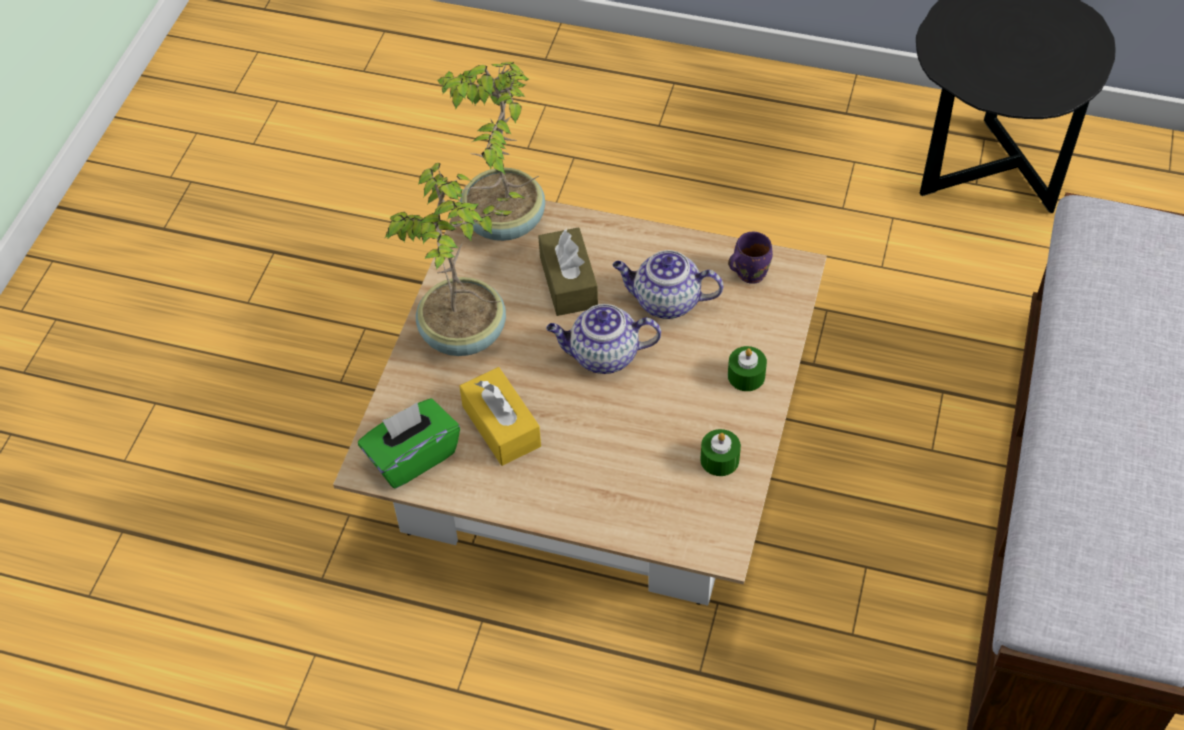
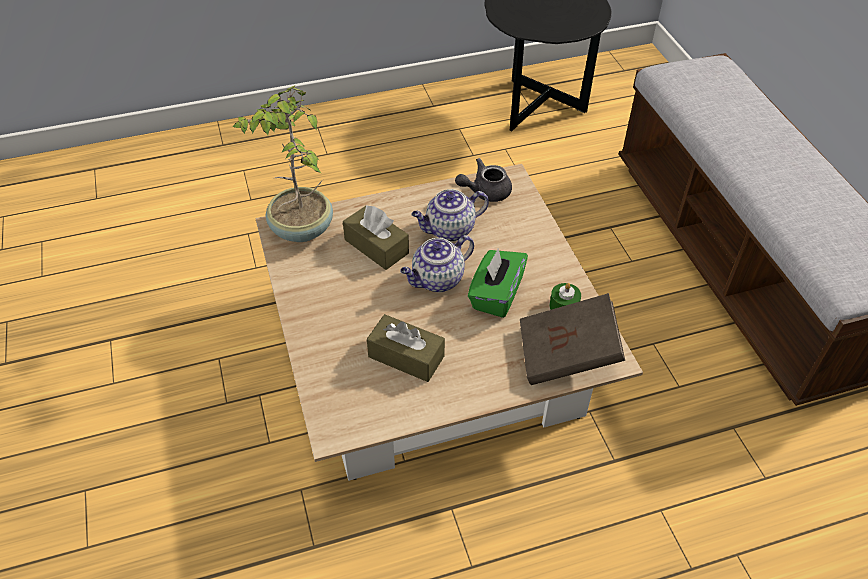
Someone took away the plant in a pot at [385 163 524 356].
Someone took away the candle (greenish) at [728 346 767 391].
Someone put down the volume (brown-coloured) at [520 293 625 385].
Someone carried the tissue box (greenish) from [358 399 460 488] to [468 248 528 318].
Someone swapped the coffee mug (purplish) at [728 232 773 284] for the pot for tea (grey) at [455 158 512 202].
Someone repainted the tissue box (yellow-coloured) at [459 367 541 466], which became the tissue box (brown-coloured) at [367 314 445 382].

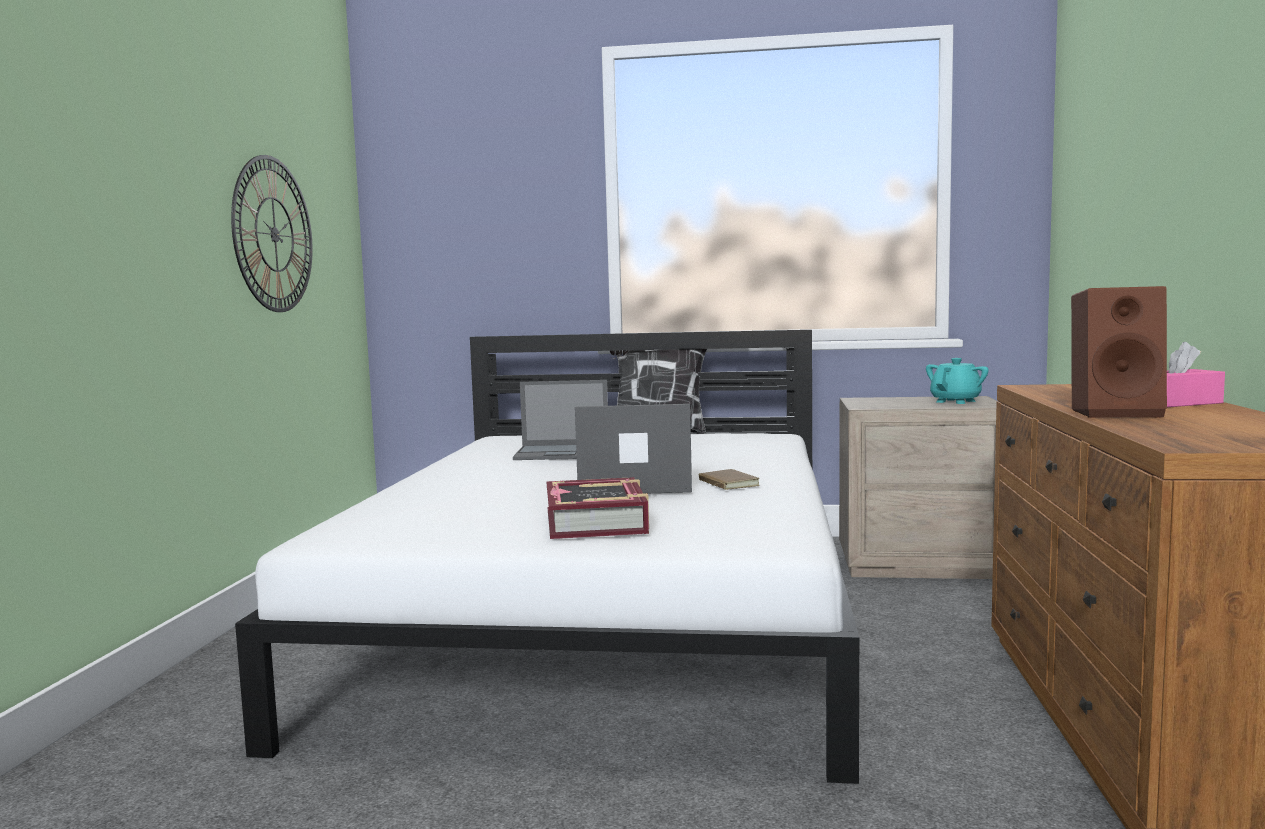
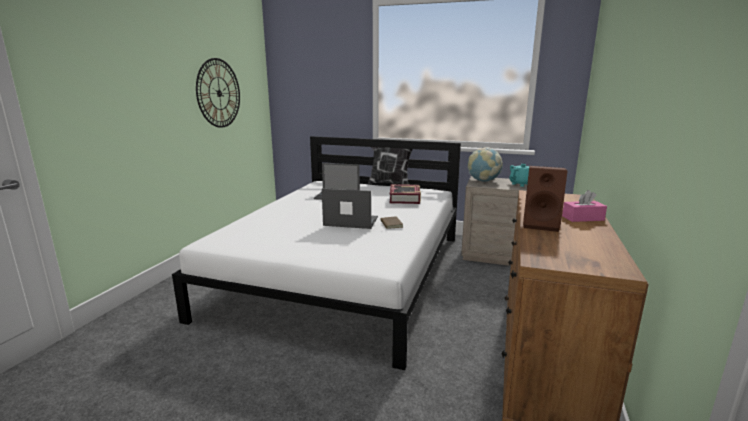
Someone put down the desk globe at [468 147 503 181].
Someone carried the volume from [547 477 649 539] to [389 184 421 204].

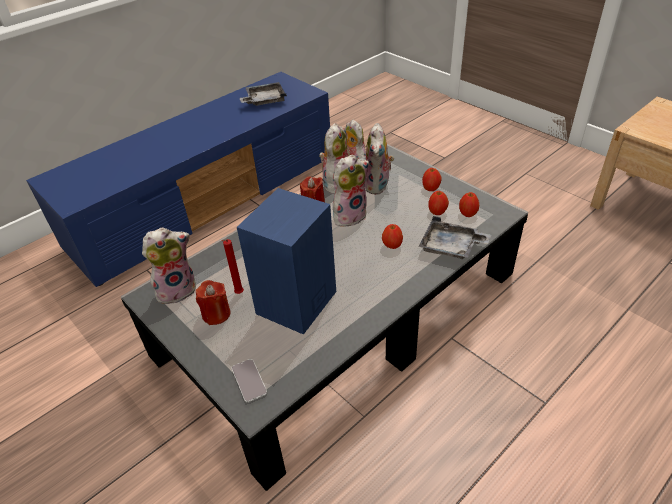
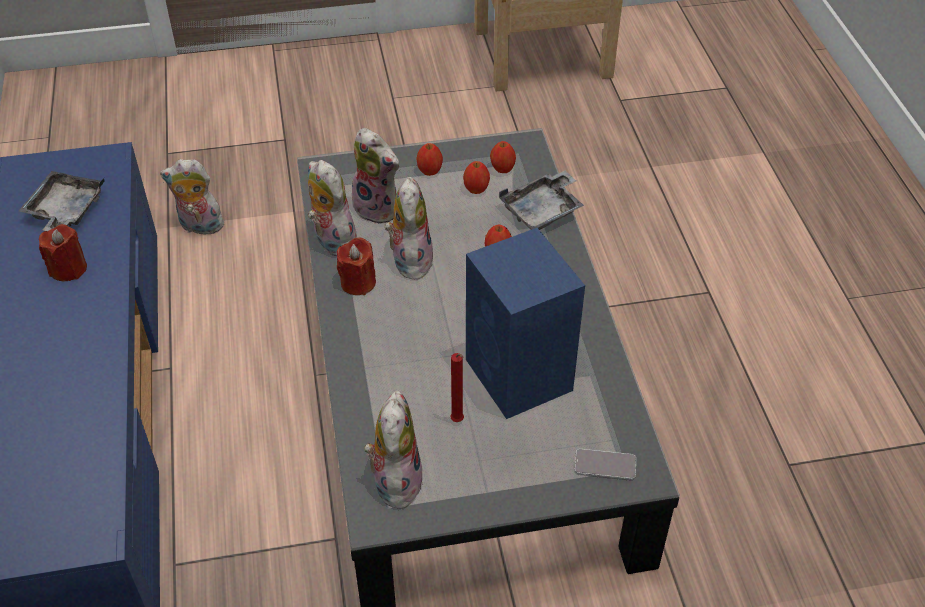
Someone carried the candle (red) from [196 280 230 325] to [39 224 87 281].

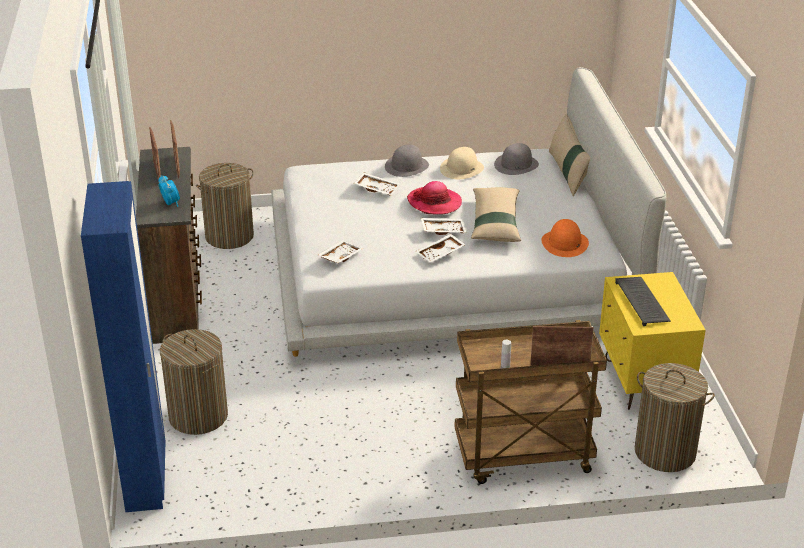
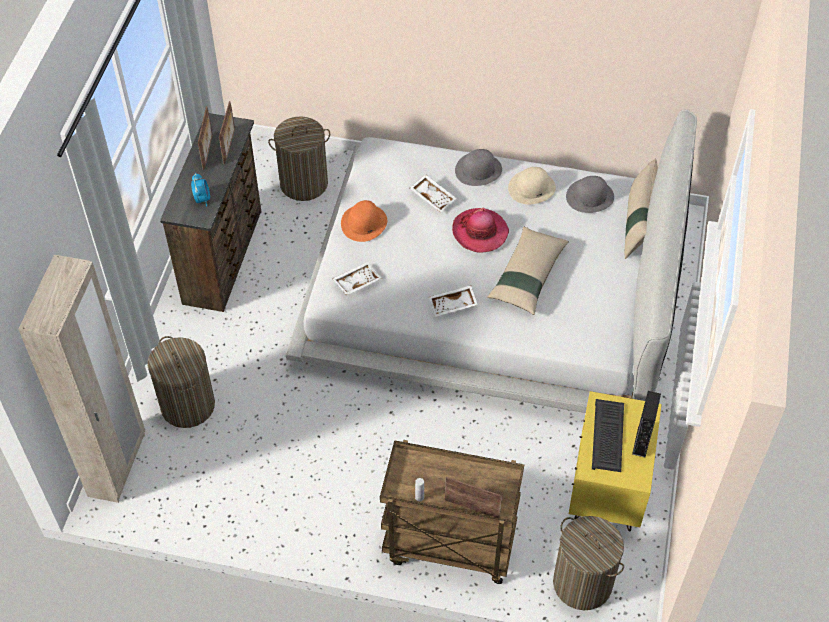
Someone took away the carrying tray (whitish) at [421 218 466 235].
Someone put down the loudspeaker (blackish) at [632 391 661 457].
Someone carried the wearable hat (orangey) from [542 219 589 257] to [341 200 387 242].
Someone repainted the armoire (blue-coloured) at [81 181 165 512], which became the armoire (sand-coloured) at [18 255 145 503].

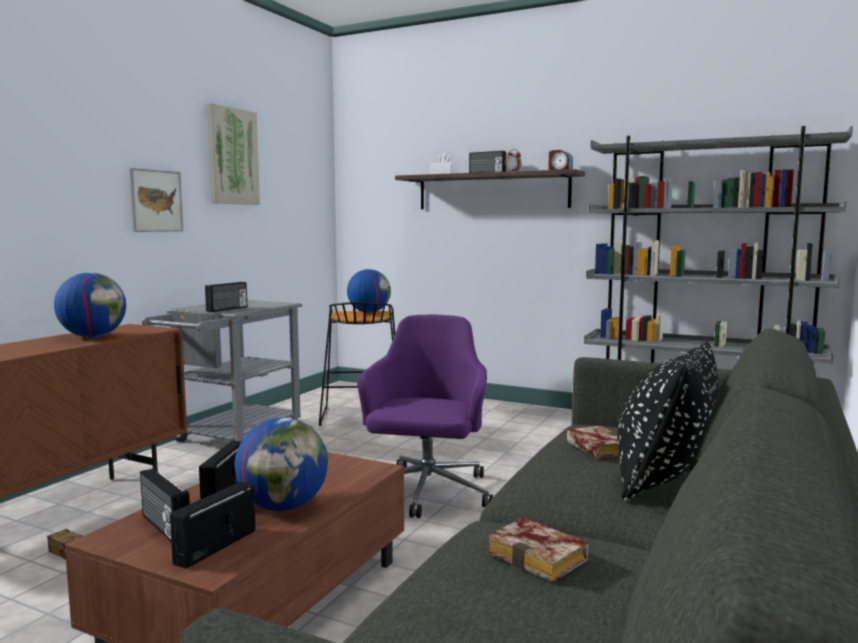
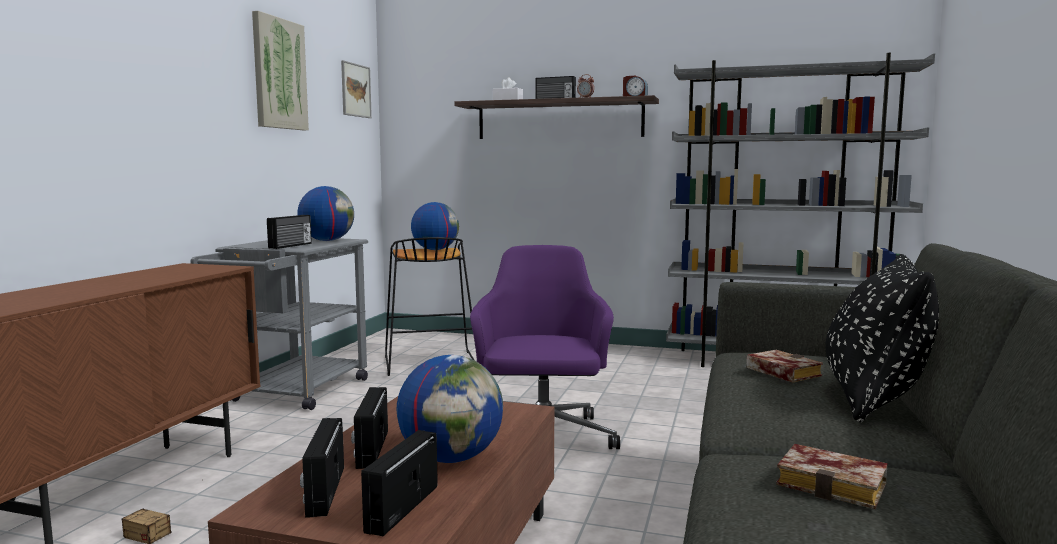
Someone carried the desk globe from [54 273 126 338] to [298 186 354 241].
Someone carried the wall picture from [129 168 183 232] to [341 60 372 118].
Someone rotated the radio set at [140 468 190 541] by 45 degrees clockwise.

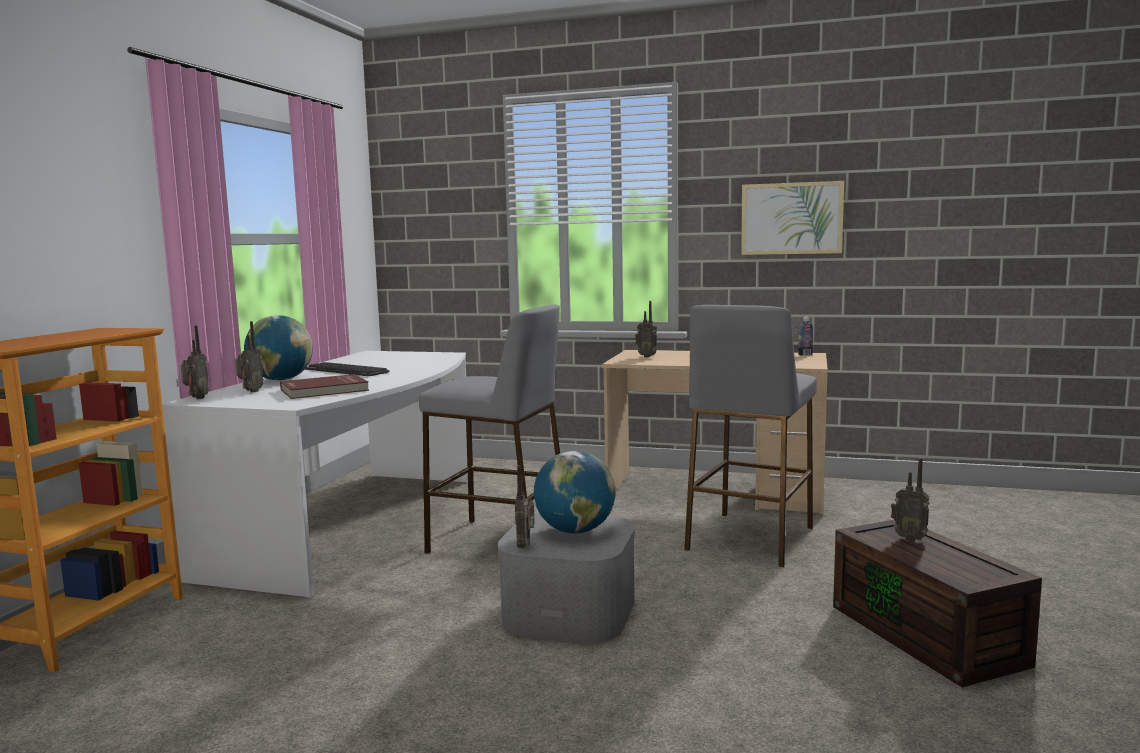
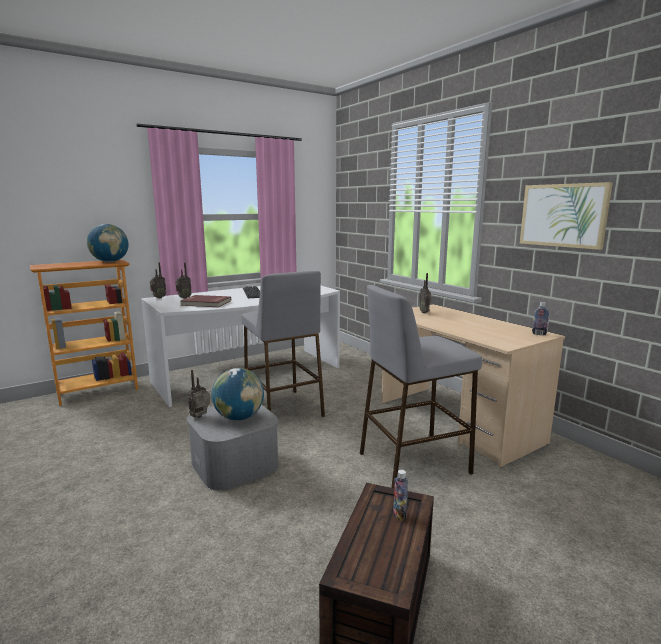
Someone carried the desk globe from [244 315 313 380] to [87 224 129 262].
Someone swapped the radio set at [891 458 930 541] for the bottle at [393 470 408 521].

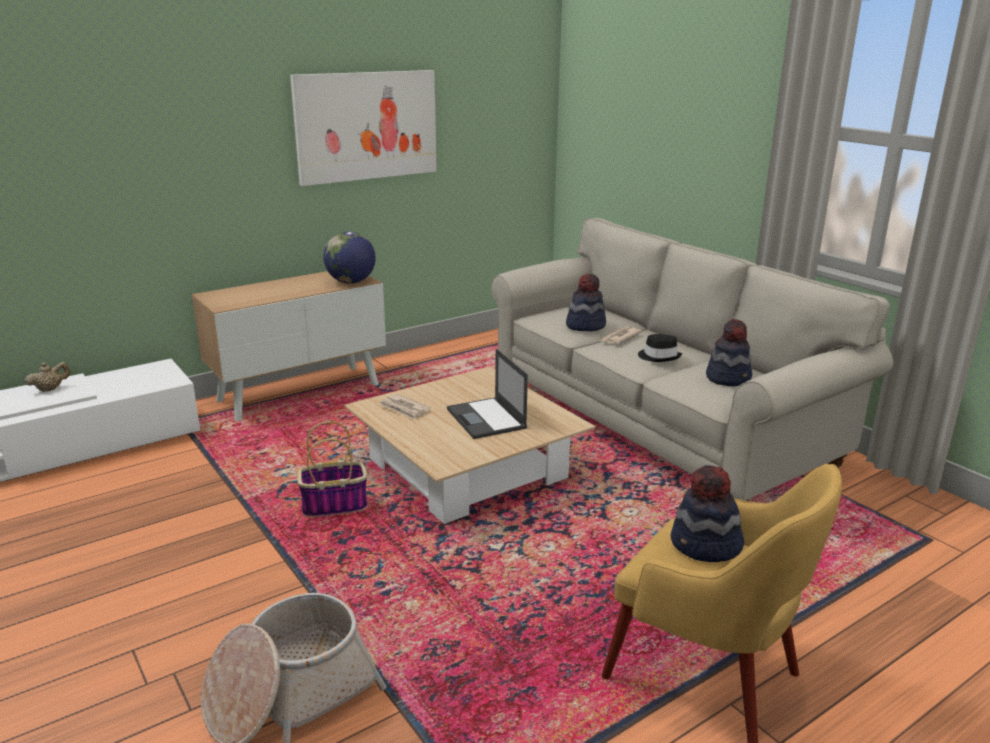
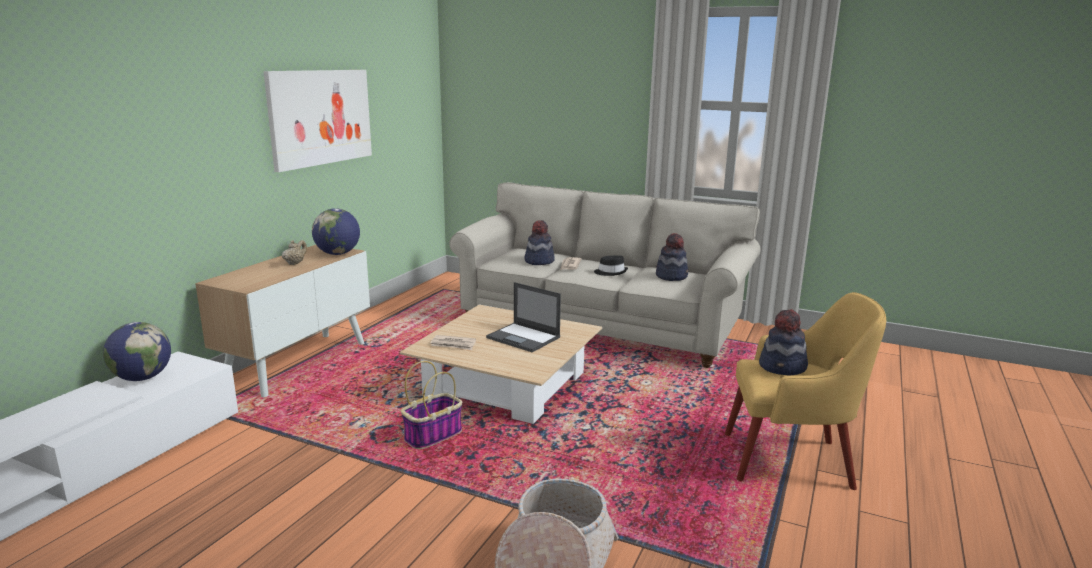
Someone put down the desk globe at [103 322 171 381].
Someone carried the pot for tea (sand-coloured) from [25 362 70 392] to [282 240 307 265].

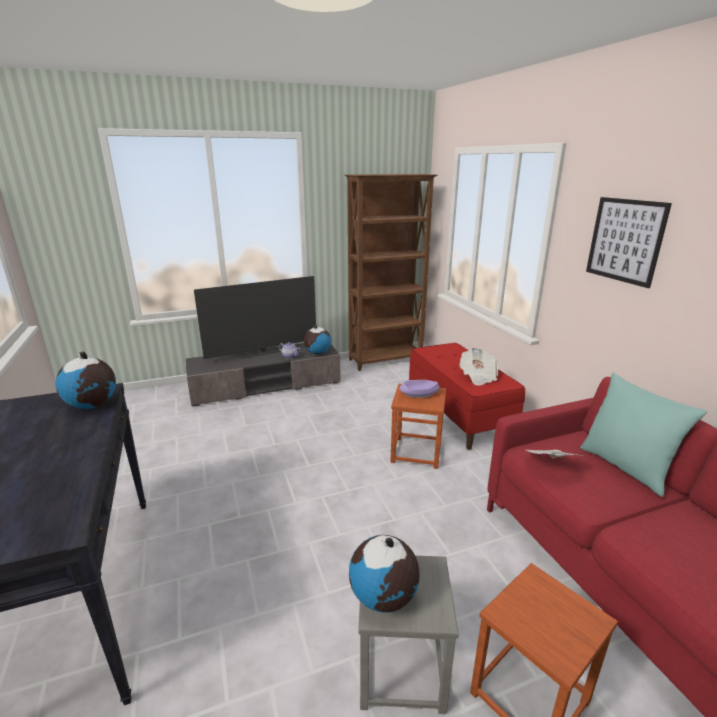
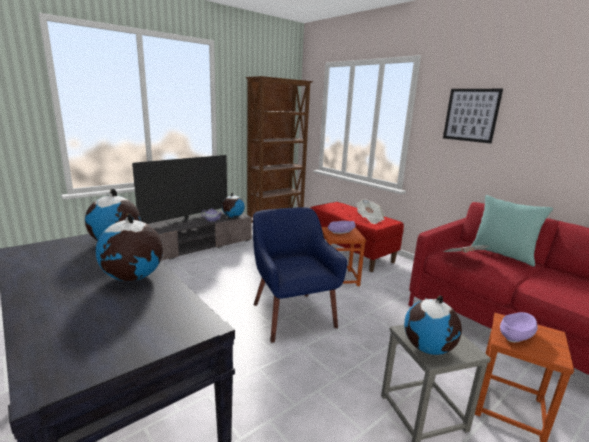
Someone put down the desk globe at [96 213 163 281].
Someone put down the lounge chair (blue-coloured) at [253 207 347 343].
Someone put down the deep dish (purplish) at [500 312 538 342].

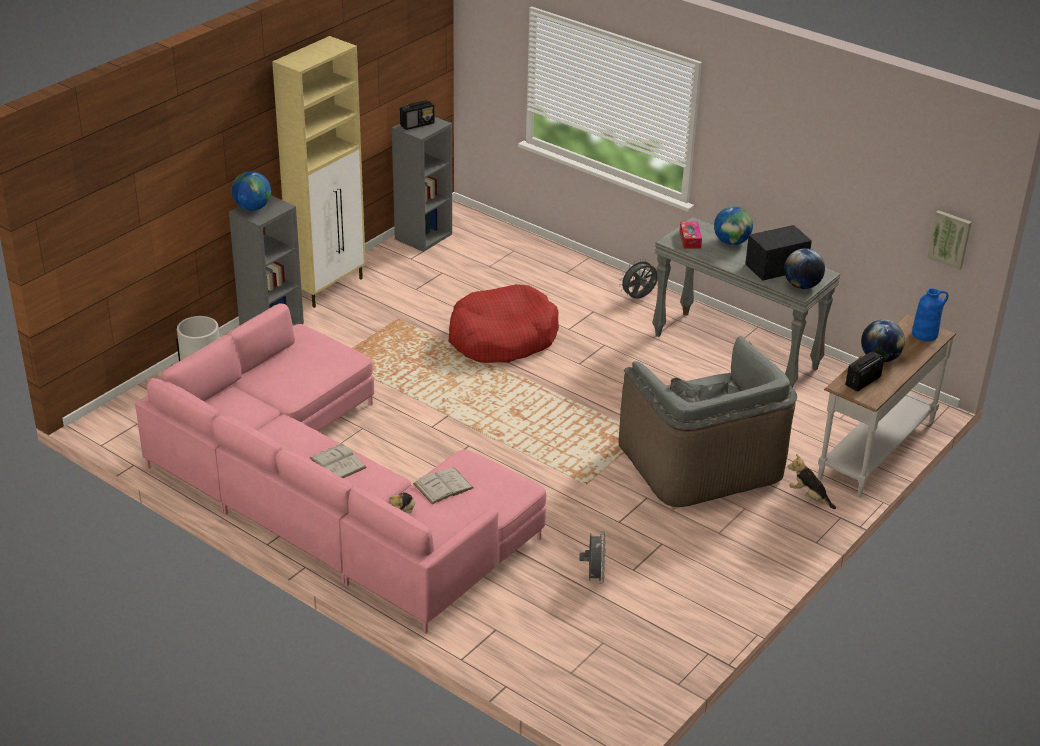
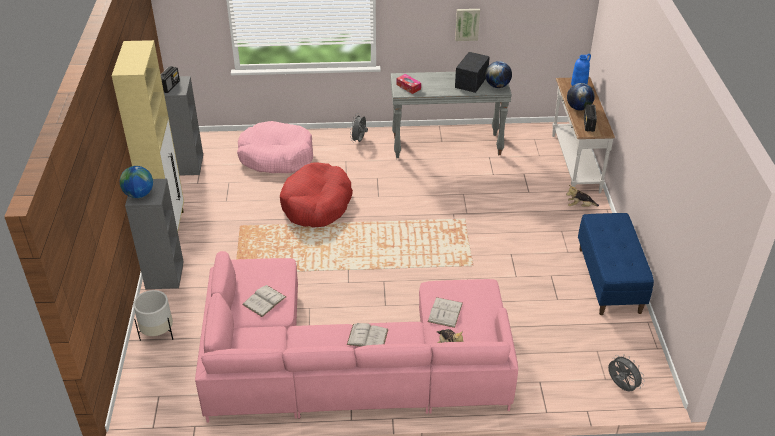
Someone took away the lounge chair (grey) at [618 336 797 510].
Someone took away the desk globe at [714 206 753 245].
Someone put down the pet bed (pinkish) at [237 121 313 173].
Someone put down the volume (whitish) at [242 285 286 317].
Someone put down the bench (blue-coloured) at [578 213 654 315].
Someone carried the fan (grey) from [579 531 605 584] to [608 354 645 391].
Someone carried the wall picture from [927 210 972 270] to [455 9 480 41].

